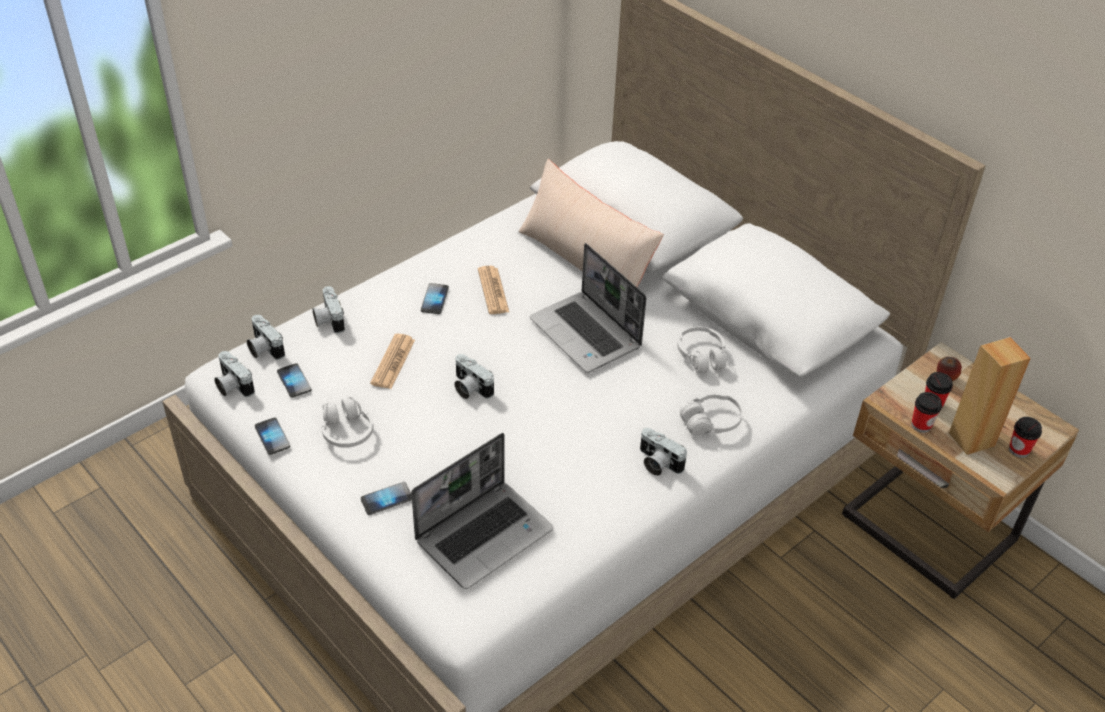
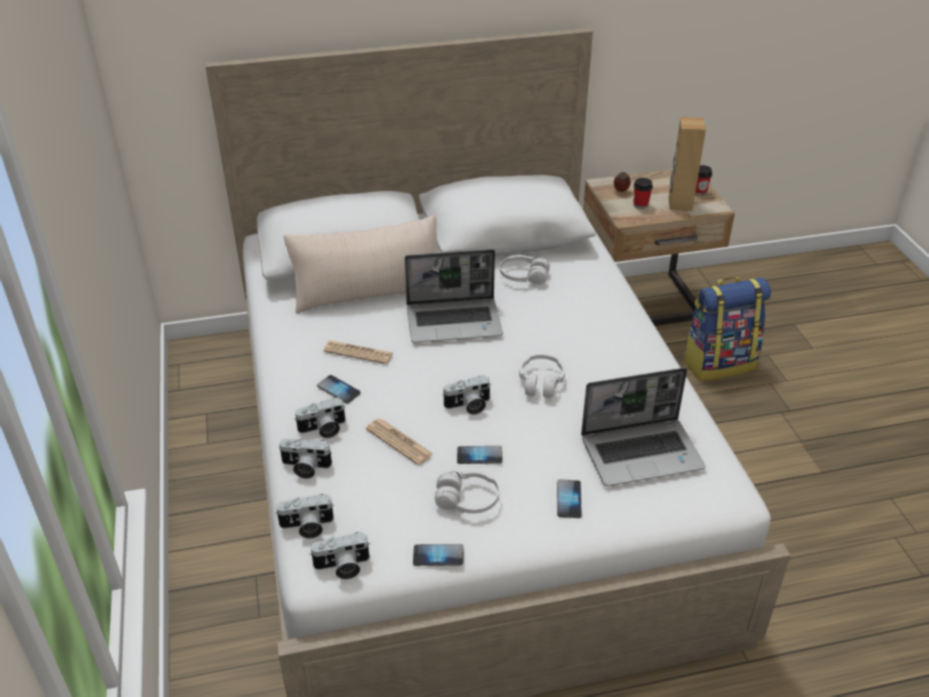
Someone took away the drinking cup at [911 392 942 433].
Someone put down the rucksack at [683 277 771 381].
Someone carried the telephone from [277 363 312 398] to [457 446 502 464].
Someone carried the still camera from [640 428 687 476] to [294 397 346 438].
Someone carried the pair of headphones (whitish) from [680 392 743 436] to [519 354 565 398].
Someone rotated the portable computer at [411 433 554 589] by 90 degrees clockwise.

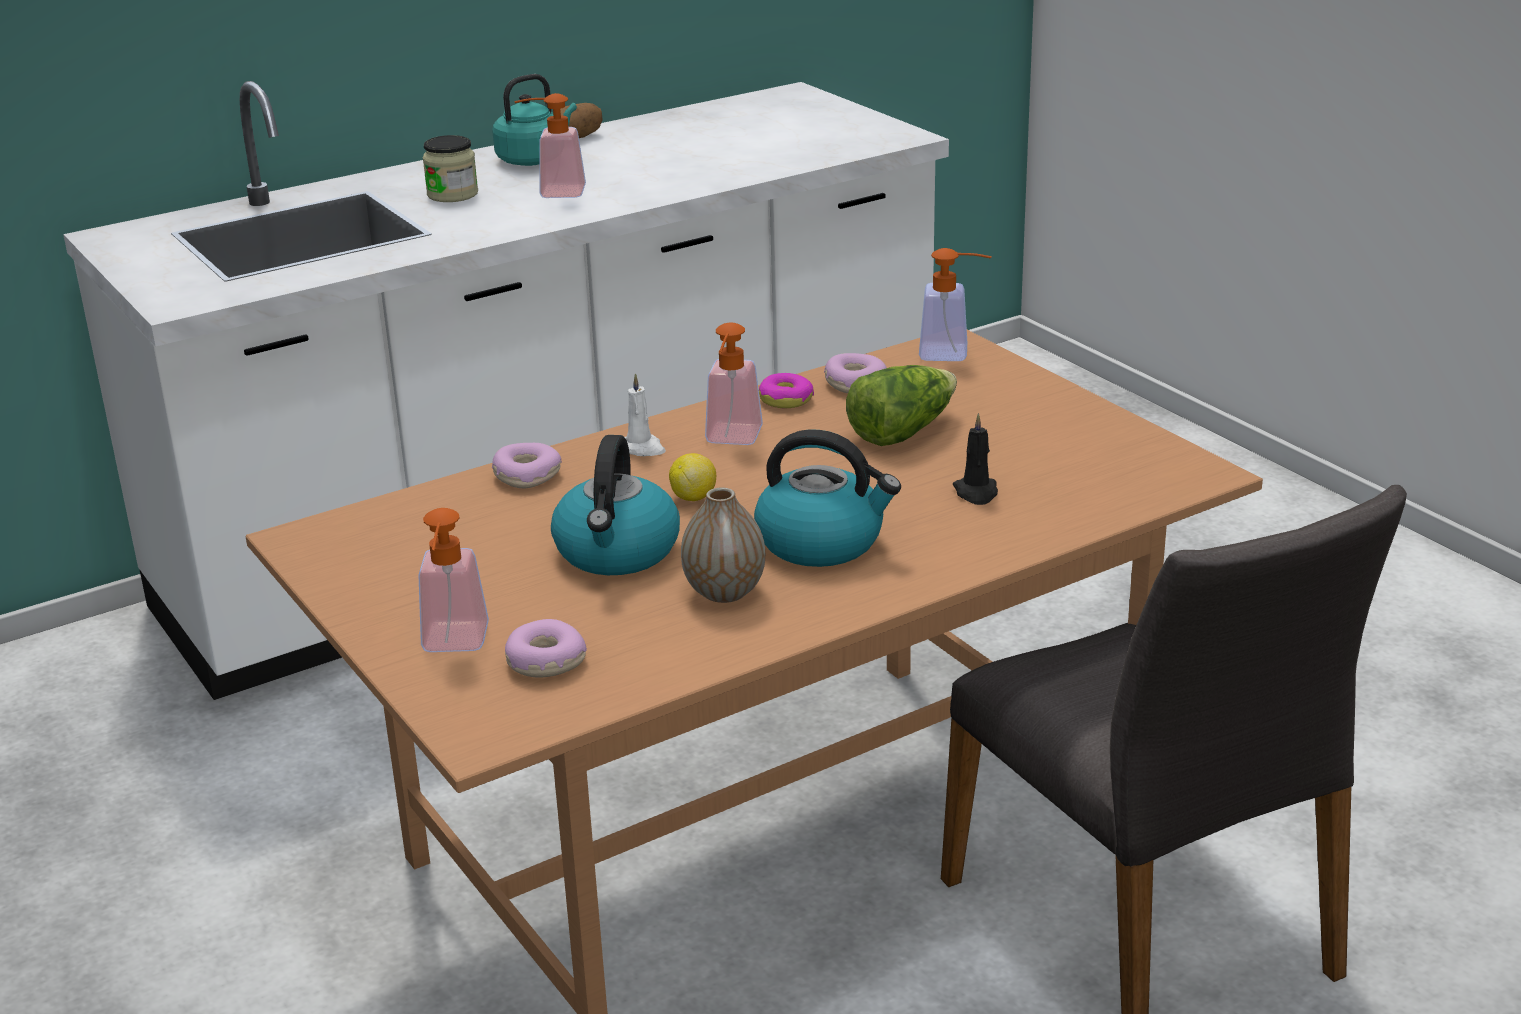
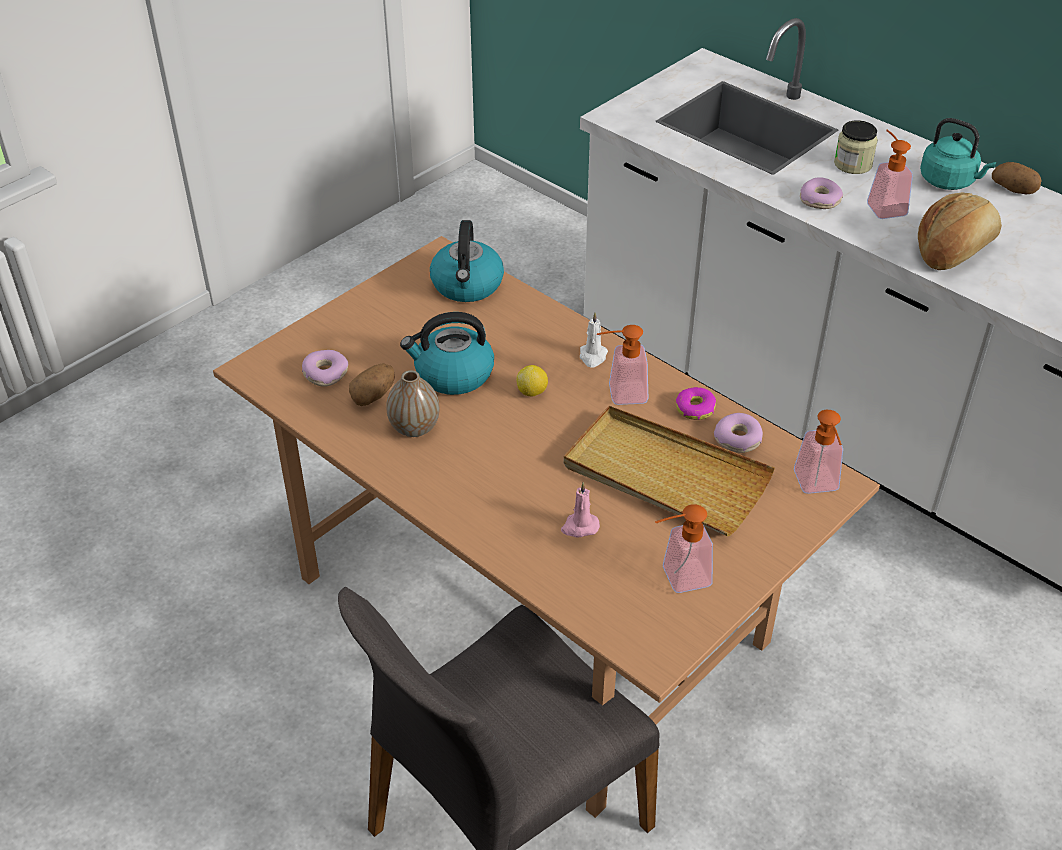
Someone put down the whole potato at [349 363 395 406].
Someone put down the bakery bread at [918 192 1002 270].
Someone carried the soap bottle from [418 508 489 652] to [655 504 713 593].
Someone carried the donut from [492 443 562 488] to [800 178 843 209].
Someone carried the tea kettle from [754 429 901 567] to [430 220 504 302].
Someone swapped the lettuce head at [846 365 957 446] for the carrying tray (sand-coloured) at [564 405 775 536].
Someone repainted the candle (blackish) at [953 413 998 505], which became the candle (pinkish) at [561 482 600 537].

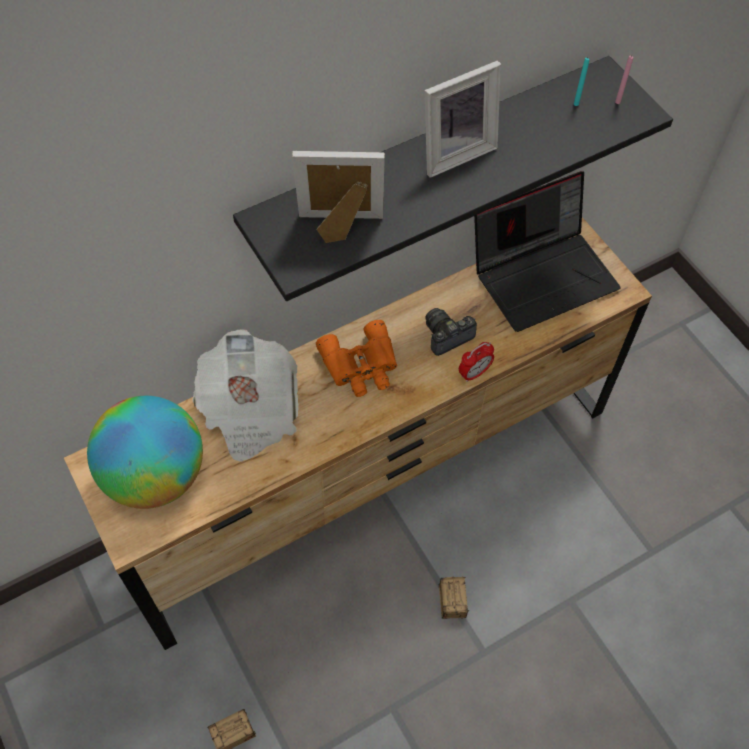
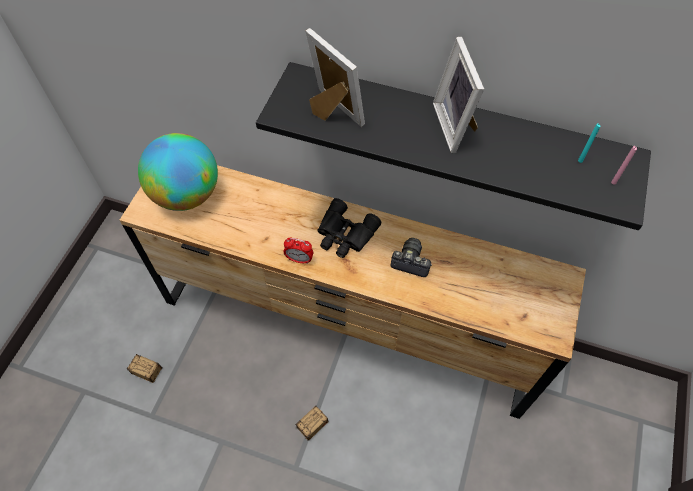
Someone took away the printed paper at [192 329 299 462].
Someone took away the portable computer at [474 171 620 332].
Someone carried the table clock from [459 342 494 382] to [284 238 313 264].
Someone repainted the pair of binoculars (orangey) at [316 320 397 397], which became the pair of binoculars (blackish) at [317 198 381 258].
Someone rotated the standing frame at [424 60 501 178] by 60 degrees clockwise.

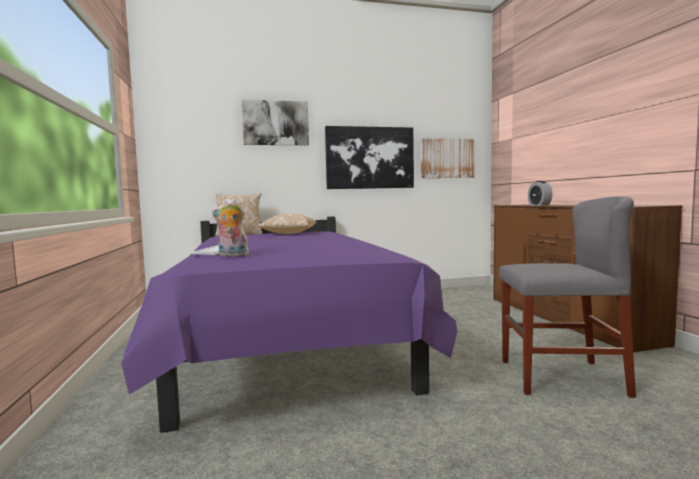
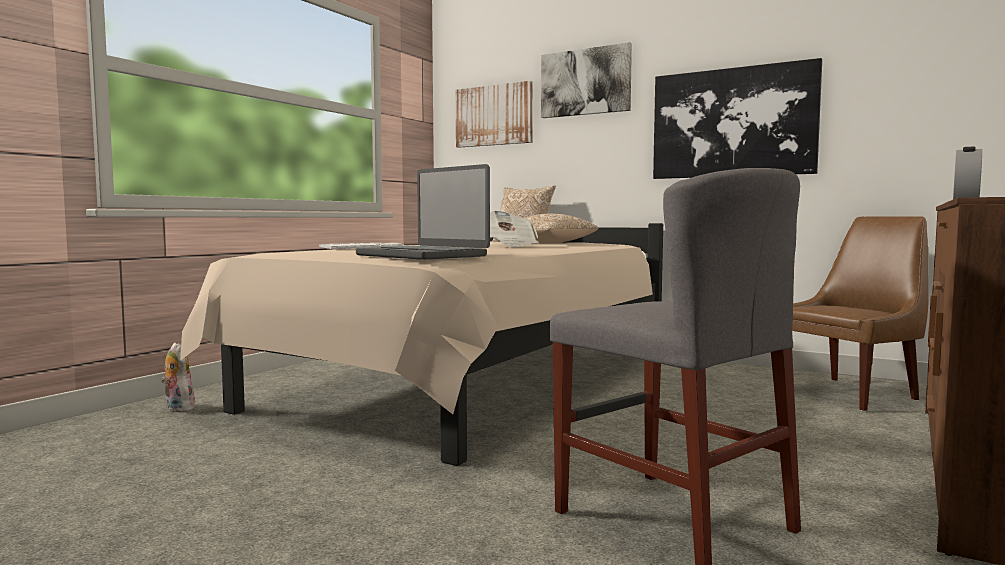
Someone put down the portable computer at [356 164 490 260].
Someone put down the printed paper at [490 211 538 247].
Someone put down the chair (brown-coloured) at [792 216 929 411].
Someone carried the soft toy from [212 198 249 257] to [161 343 195 412].
Someone carried the wall picture from [421 138 475 178] to [456 81 533 148].
Someone repainted the sleeping bed (purplish) at [121 216 457 433], which became the sleeping bed (sand-coloured) at [180 223 663 466].

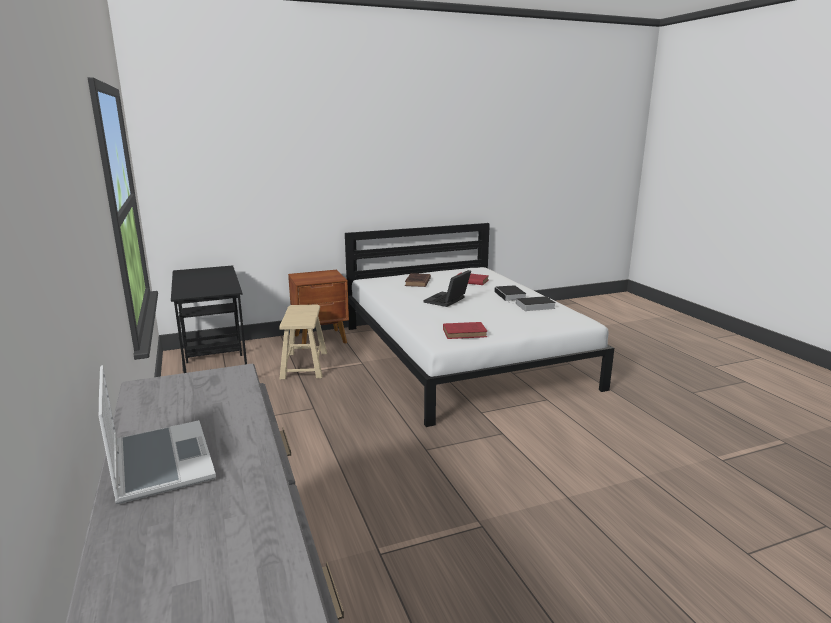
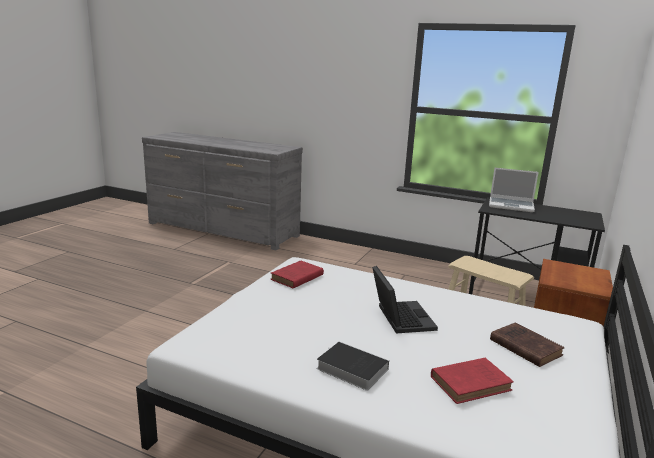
Someone took away the volume at [515 296 555 311].
Someone carried the portable computer from [99 365 216 504] to [489 168 539 212].

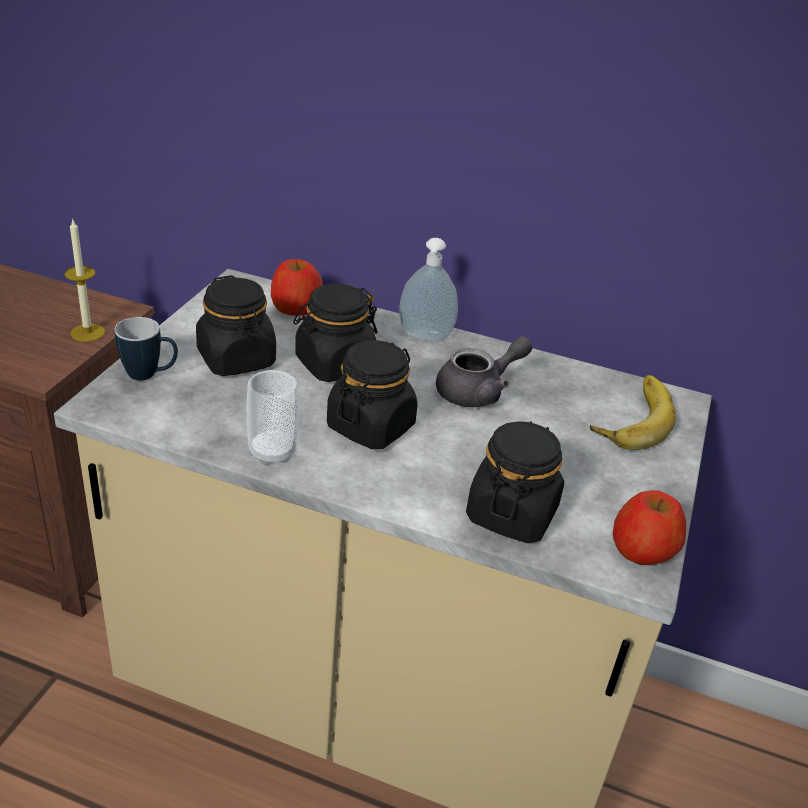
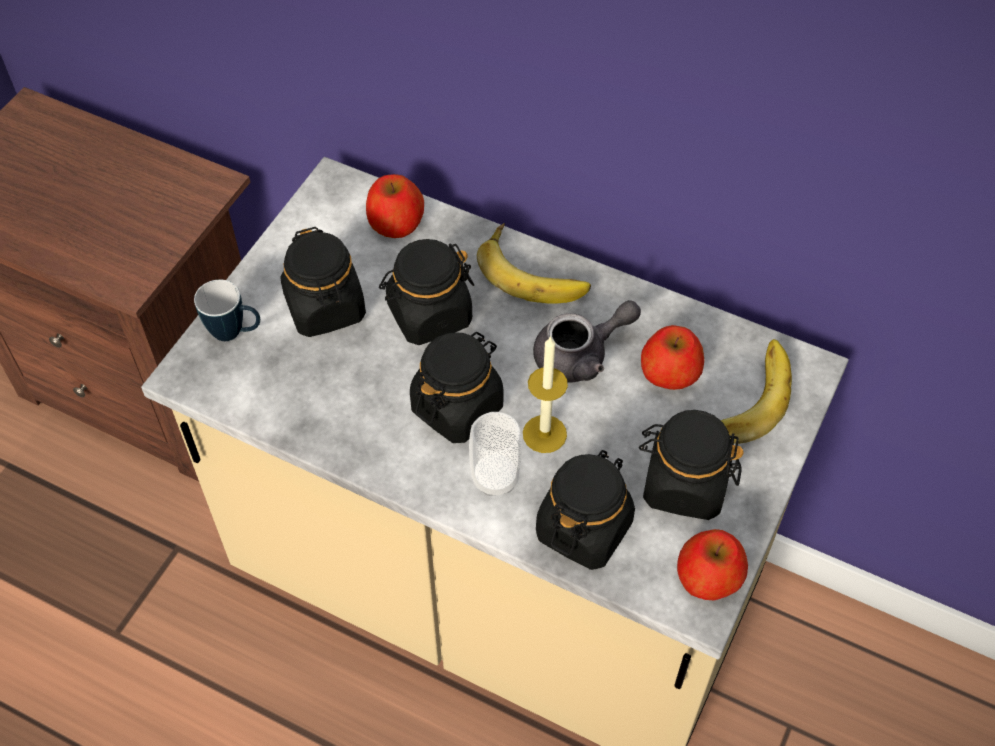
Someone put down the preserve jar (blackish) at [639 410 744 520].
Someone put down the apple at [641 325 704 390].
Someone carried the candle from [64 218 105 342] to [523 336 568 453].
Someone carried the drinking cup from [246 370 299 465] to [469 412 522 496].
Someone swapped the soap bottle at [399 238 458 341] for the banana fruit at [477 223 591 304].

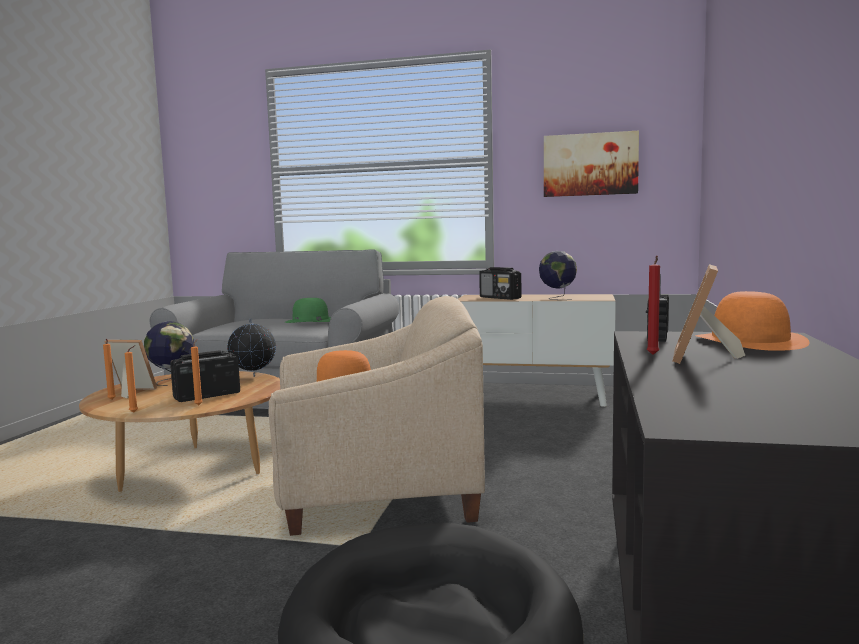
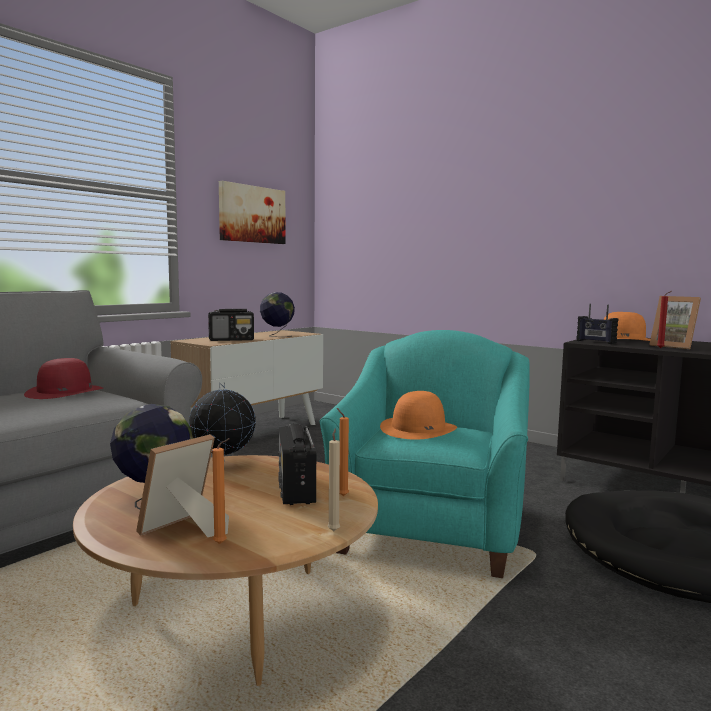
Someone repainted the candle (orangey) at [125 345 138 412], which became the candle (sand-coloured) at [327 428 340 531].
Someone repainted the lounge chair (sand-coloured) at [268 296 485 536], which became the lounge chair (turquoise-coloured) at [320 330 530 578].
Someone repainted the wearable hat (greenish) at [285 298 331 323], which became the wearable hat (red) at [24 358 103 399].

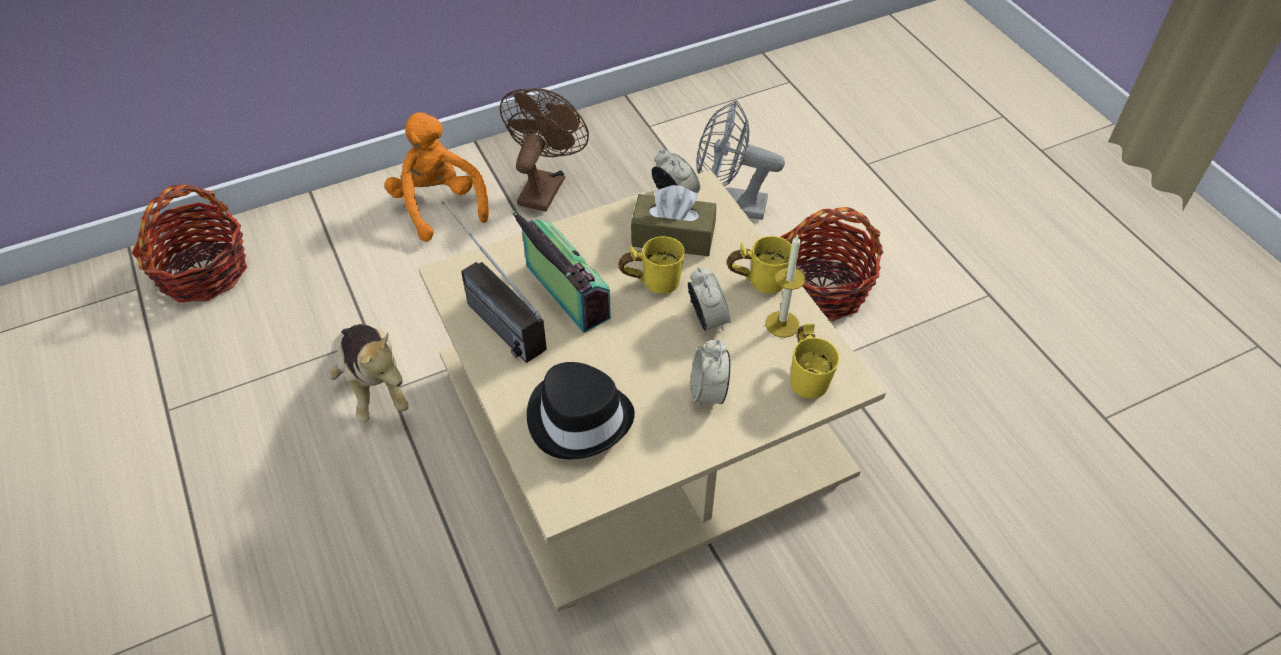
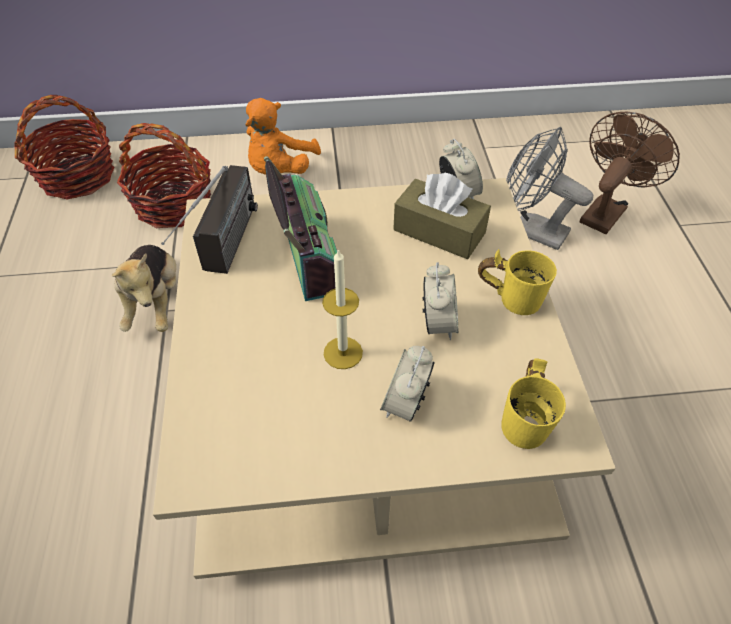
Someone took away the wearable hat (blackish) at [527 362 635 459].
Someone took away the coffee mug (yellow-coloured) at [618 236 685 294].
Someone carried the fan (brown-coloured) from [499 88 589 212] to [580 112 680 234].
Someone carried the candle from [765 234 805 338] to [322 248 363 369].
Someone carried the basket from [780 207 884 321] to [117 123 211 228].
Someone rotated the soft toy (orangey) at [384 112 489 242] by 150 degrees counterclockwise.
Someone rotated the radio set at [441 201 547 363] by 150 degrees counterclockwise.

